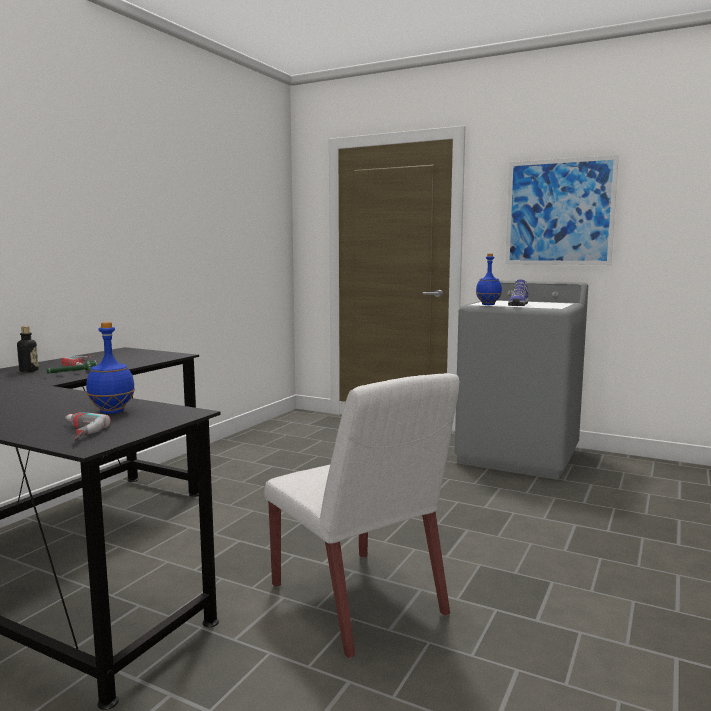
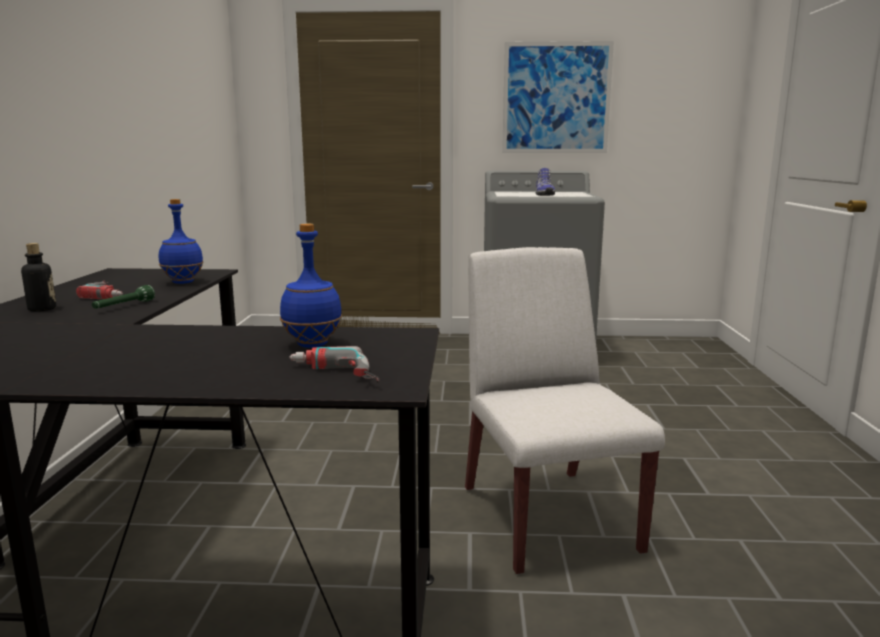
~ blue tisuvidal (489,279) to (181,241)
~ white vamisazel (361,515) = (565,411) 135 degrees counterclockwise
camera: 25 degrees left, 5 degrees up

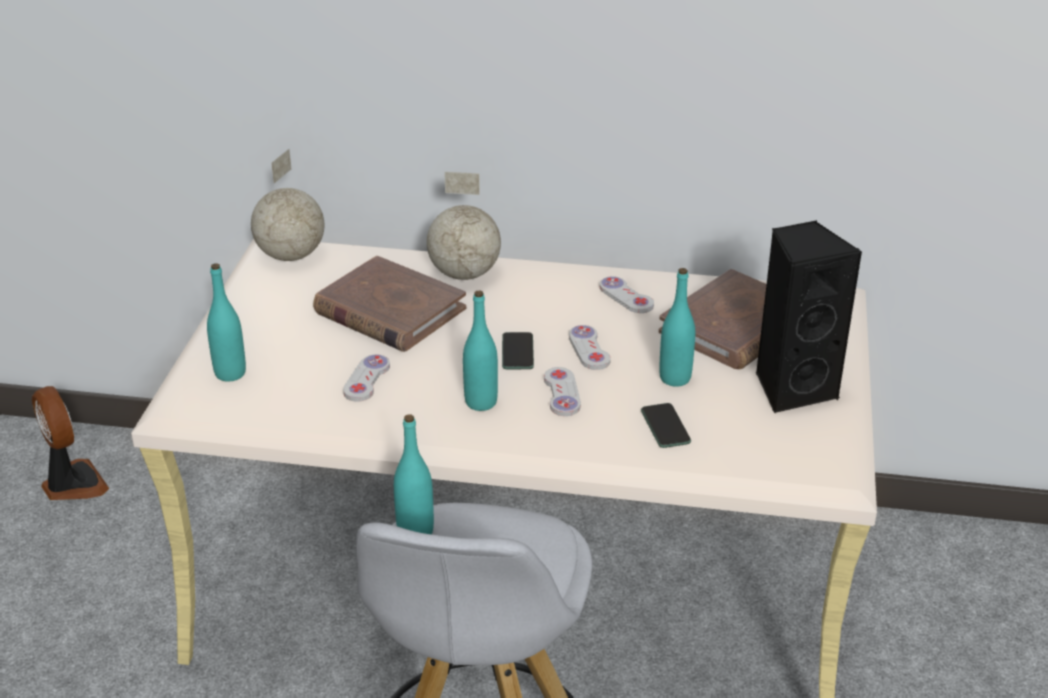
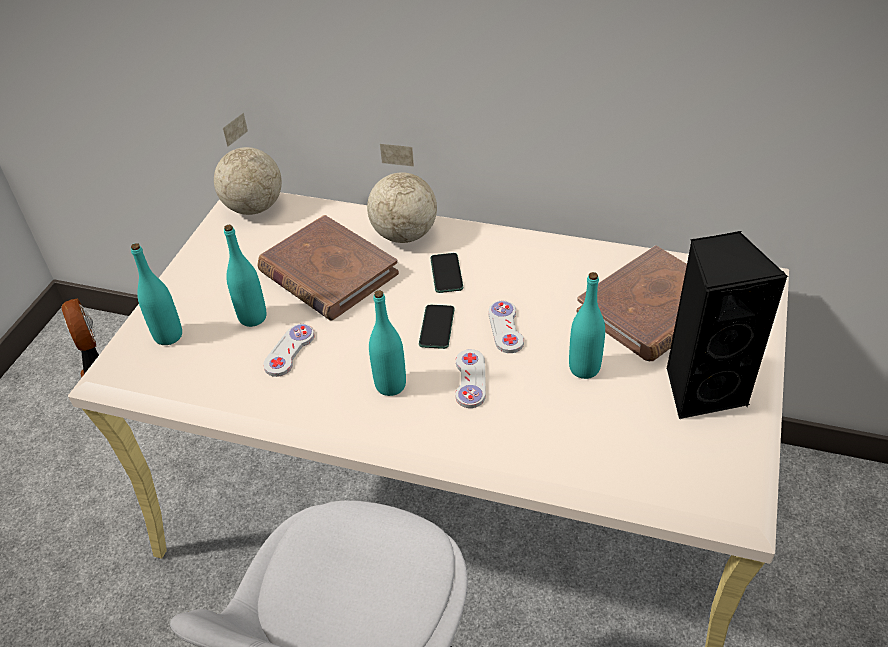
- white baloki (627,294)
~ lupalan (666,425) to (446,273)
~ turquoise tisuvidal (414,474) to (245,276)
camera: 10 degrees right, 10 degrees up

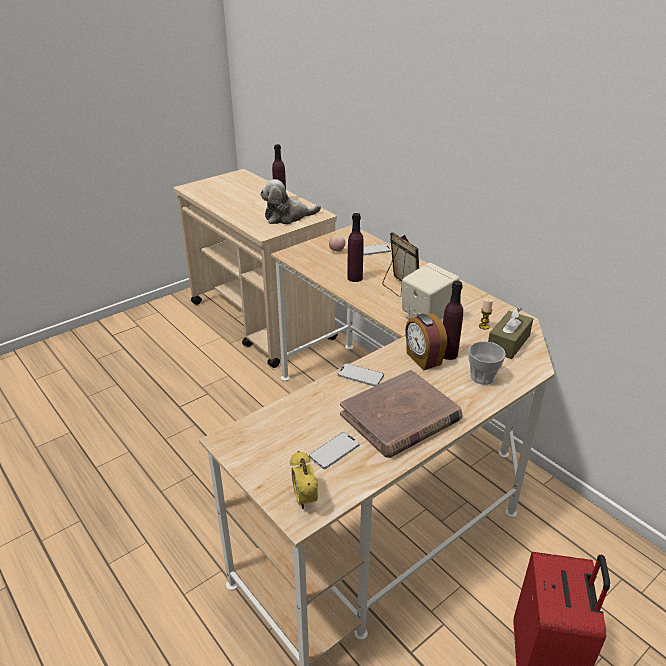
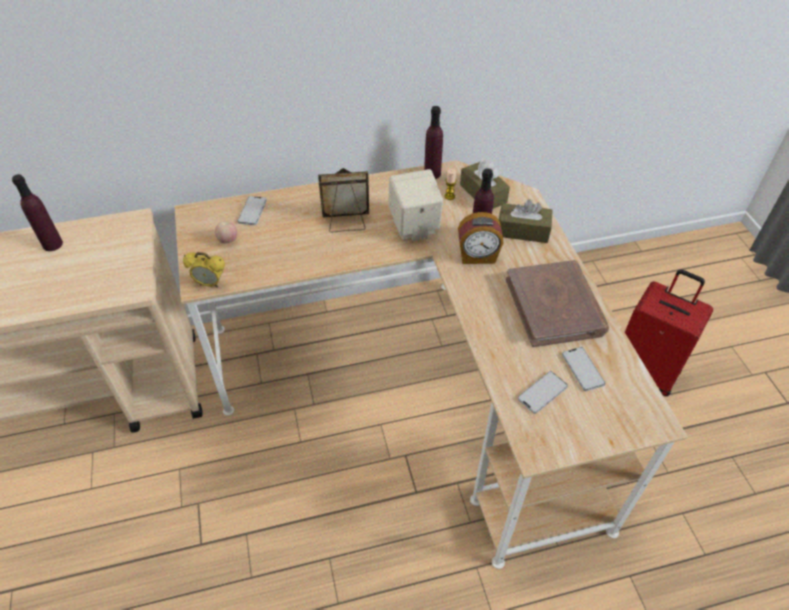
- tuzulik (290,201)
~ purple tisuvidal (355,247) to (433,142)
~ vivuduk (487,363) to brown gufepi (526,221)
~ lupalan (361,374) to (543,392)
~ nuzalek (304,480) to (204,270)
camera: 65 degrees left, 15 degrees up

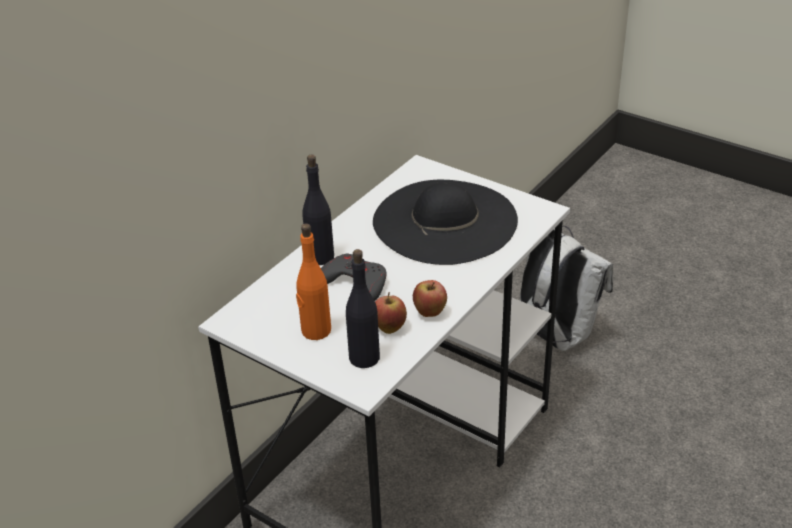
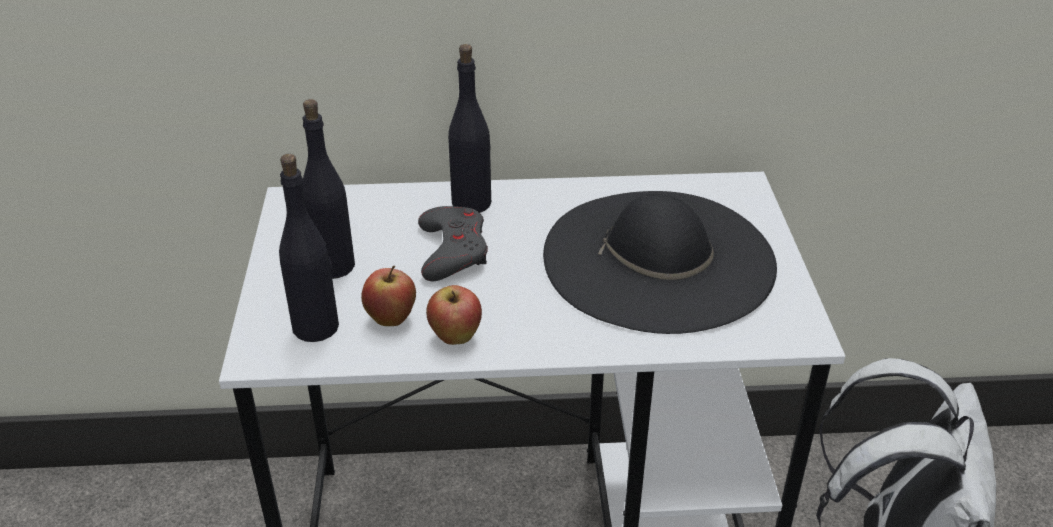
~ orange tisuvidal (313,281) to black tisuvidal (328,189)
camera: 50 degrees right, 0 degrees up

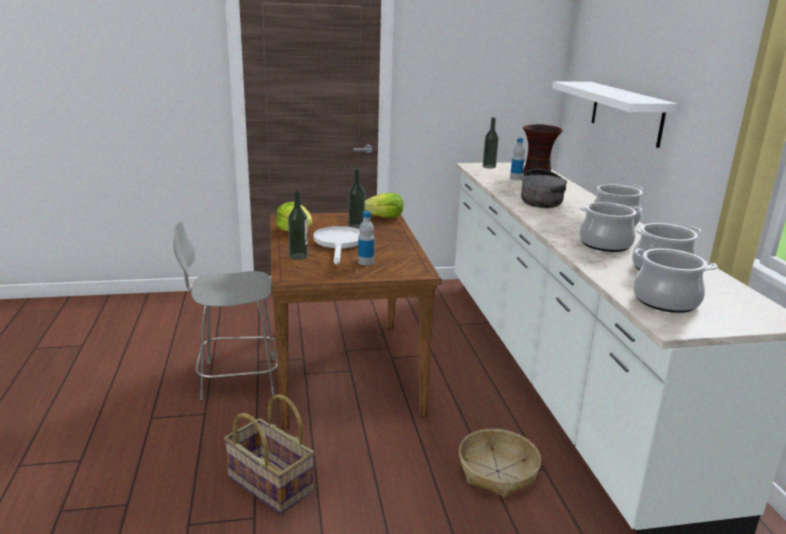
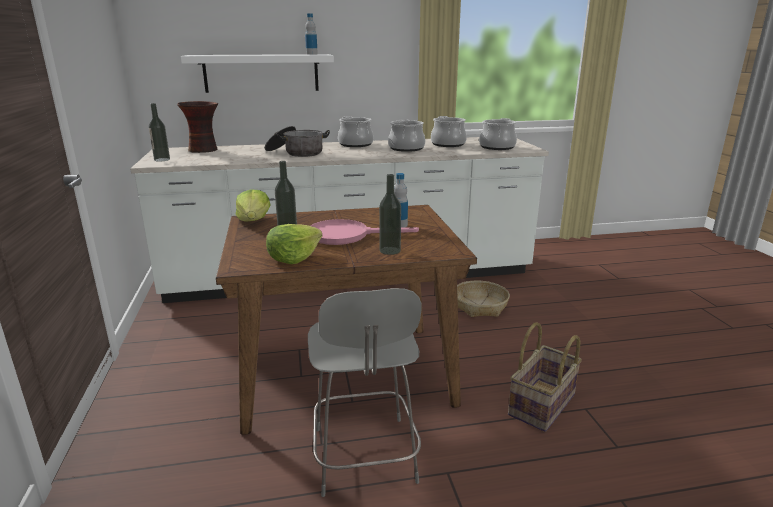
~ tisuvidal (517,159) to (311,34)
~ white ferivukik (336,245) to pink ferivukik (365,232)
camera: 90 degrees left, 0 degrees up

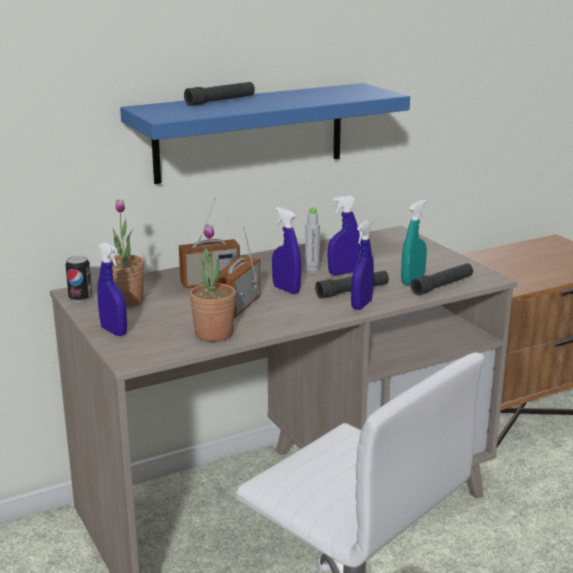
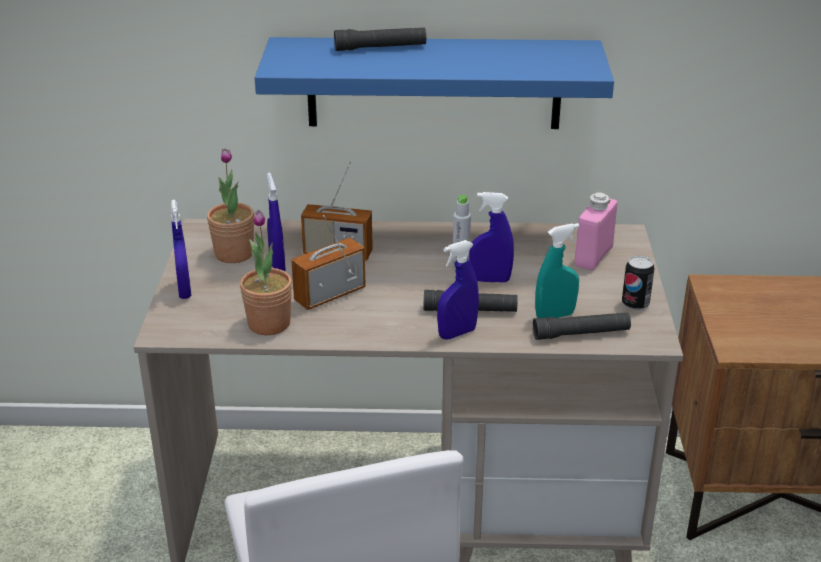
~ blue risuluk (286,250) to (276,221)
~ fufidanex (78,279) to (638,283)
+ pink tisuvidal (596,231)
camera: 30 degrees right, 10 degrees up

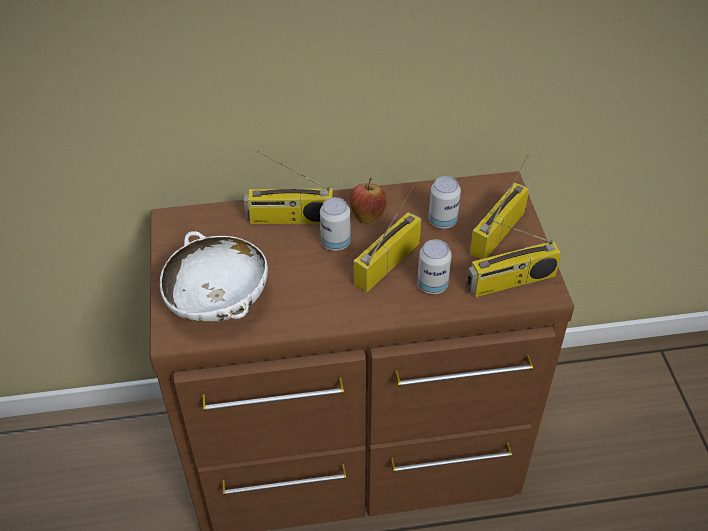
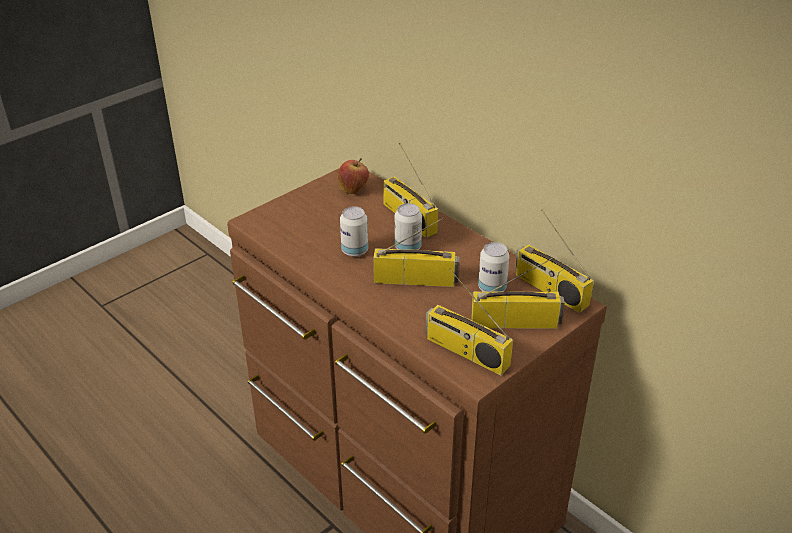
~ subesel (368,201) to (353,176)
- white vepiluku (214,276)
~ fufidanex (434,266) to (354,231)
+ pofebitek (554,261)
camera: 55 degrees right, 10 degrees down

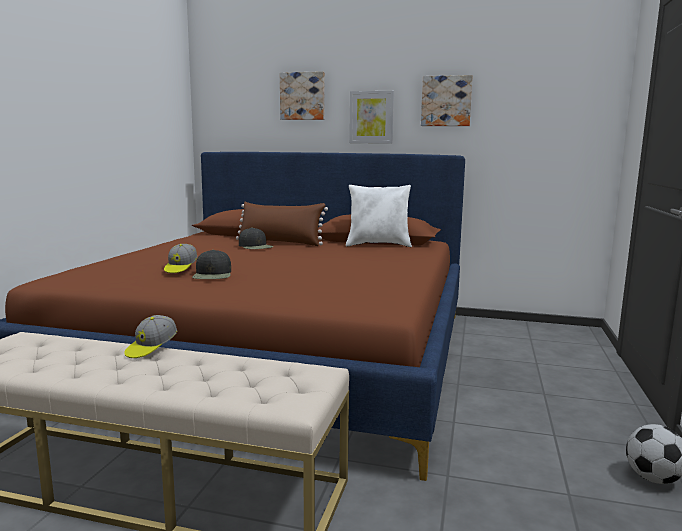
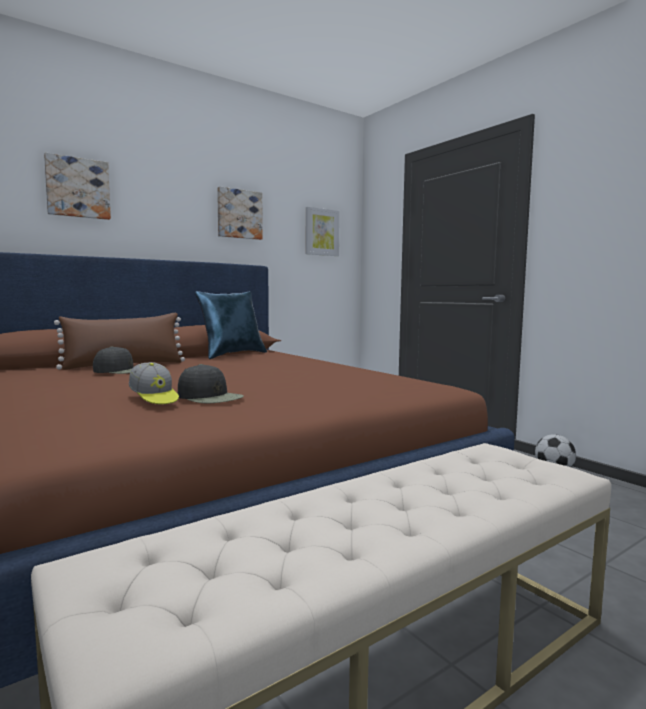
~ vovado (371,117) to (323,231)
~ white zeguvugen (379,216) to blue zeguvugen (231,325)
- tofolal (150,336)
camera: 50 degrees left, 5 degrees down

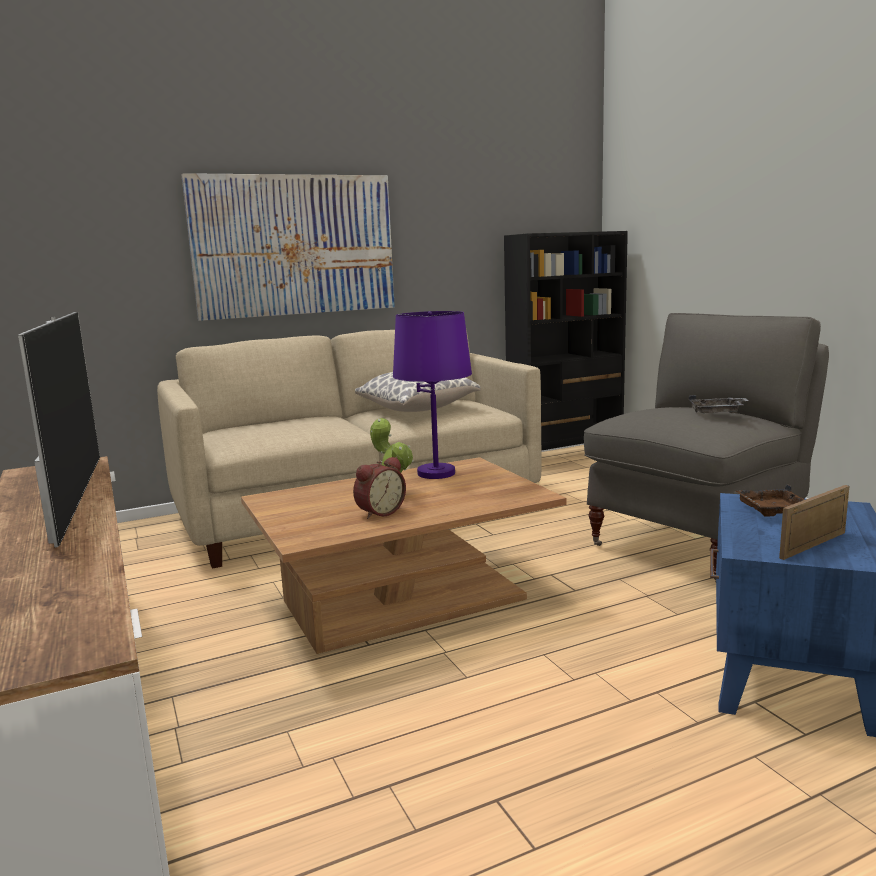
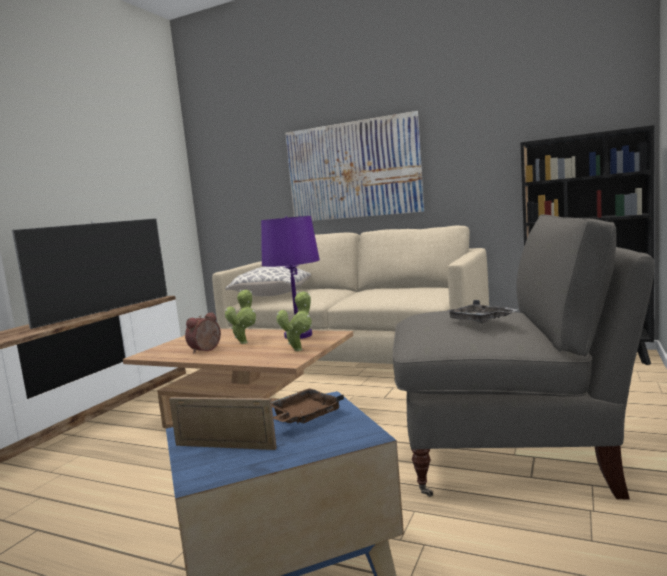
~ zeguvugen (418,392) to (268,281)
~ nuzalek (379,488) = (203,332) 120 degrees clockwise
+ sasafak (294,321)
camera: 50 degrees right, 5 degrees down

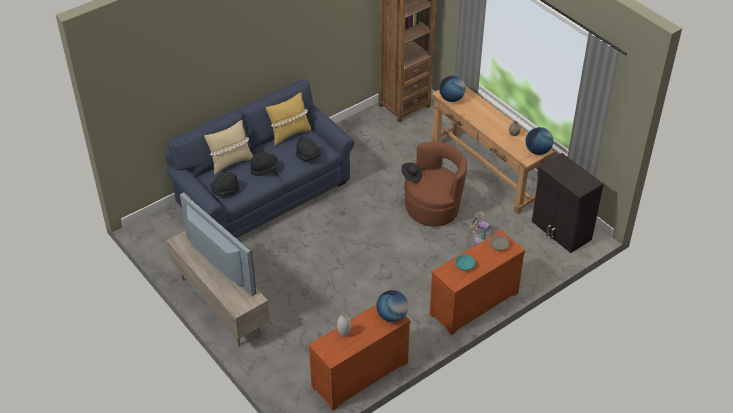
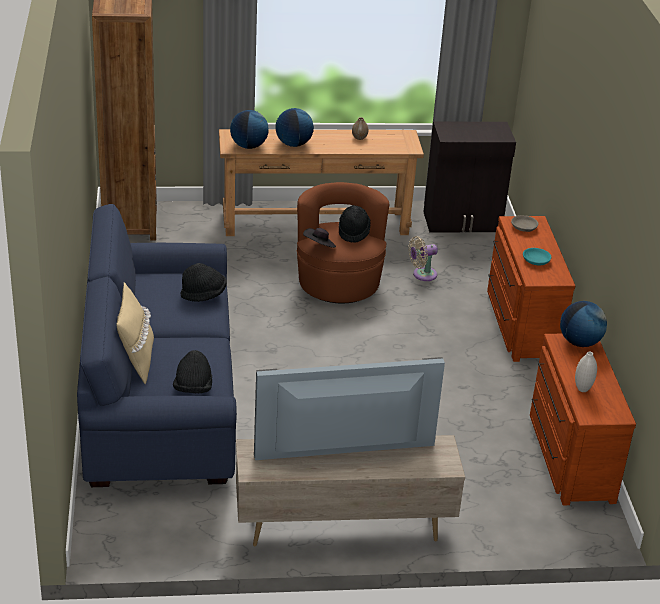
- yellow zeguvugen (288,119)
~ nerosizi (539,141) to (294,127)
~ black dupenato (264,164) to (354,224)
camera: 60 degrees left, 10 degrees down

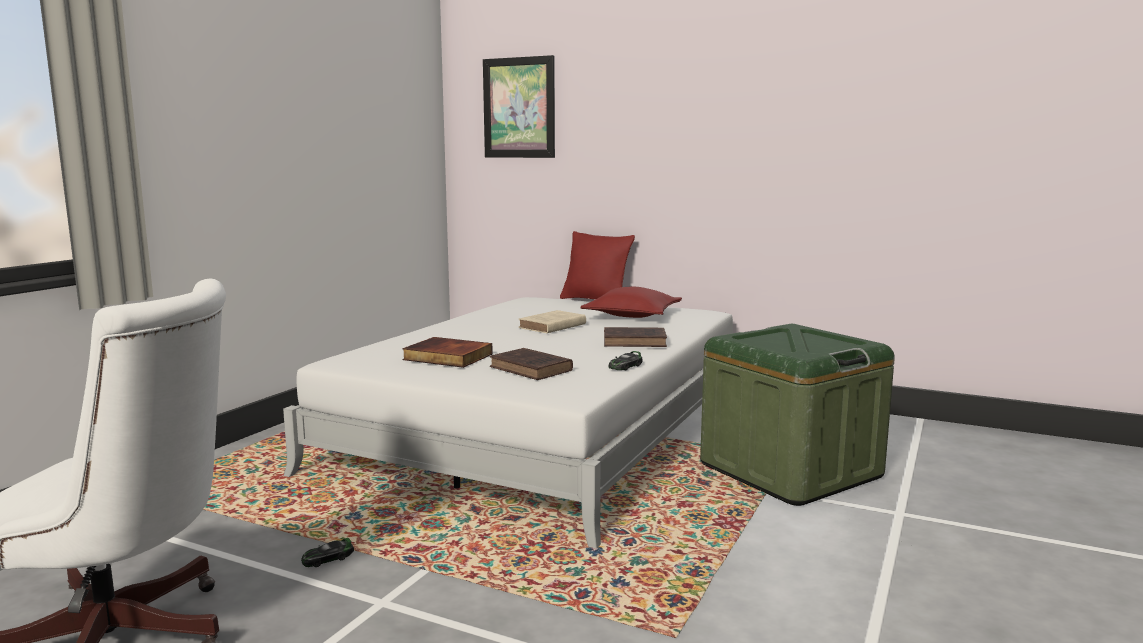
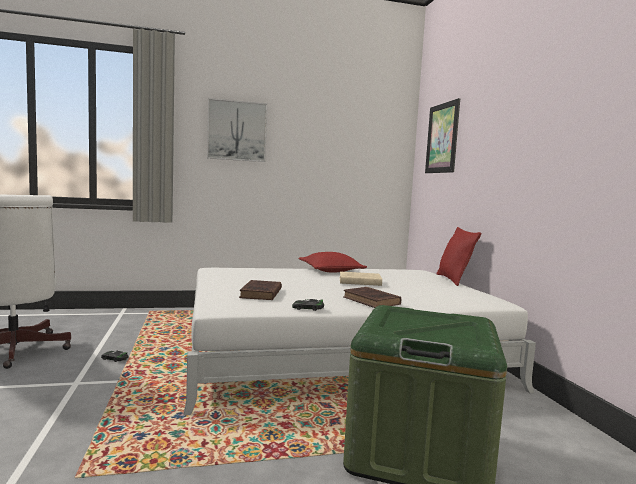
~ red zeguvugen (631,302) to (332,262)
- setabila (447,352)
+ vovado (237,130)
camera: 50 degrees right, 5 degrees down

